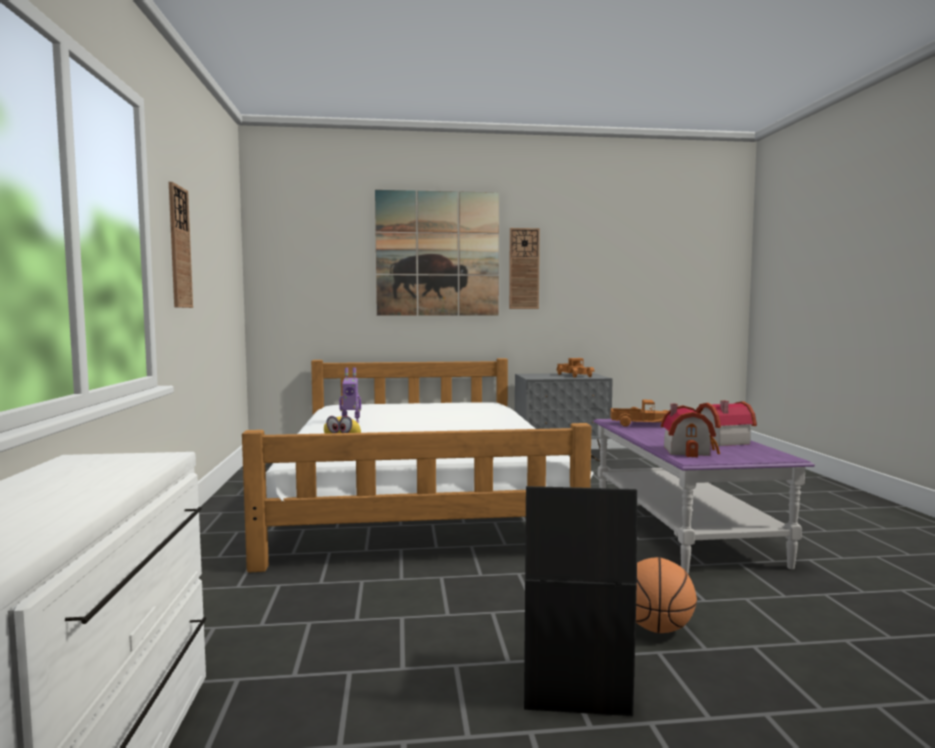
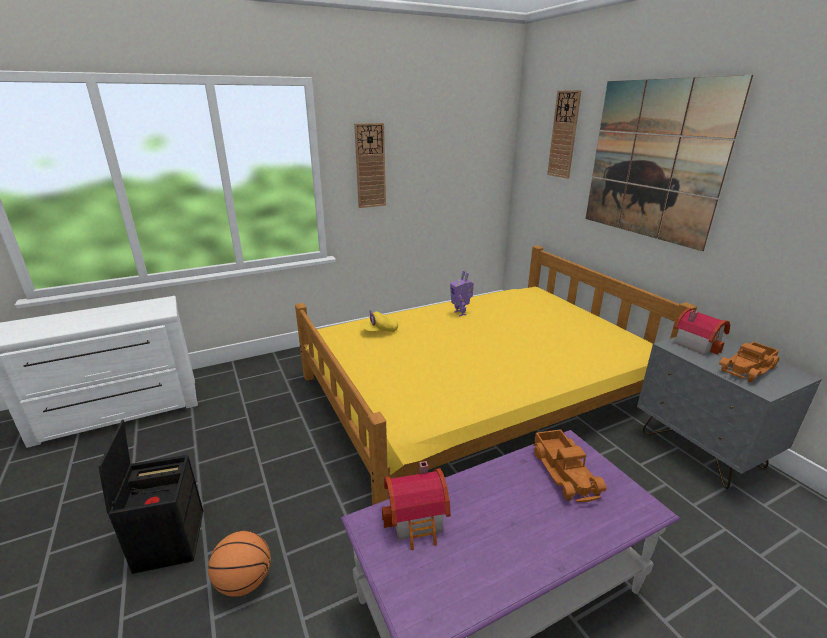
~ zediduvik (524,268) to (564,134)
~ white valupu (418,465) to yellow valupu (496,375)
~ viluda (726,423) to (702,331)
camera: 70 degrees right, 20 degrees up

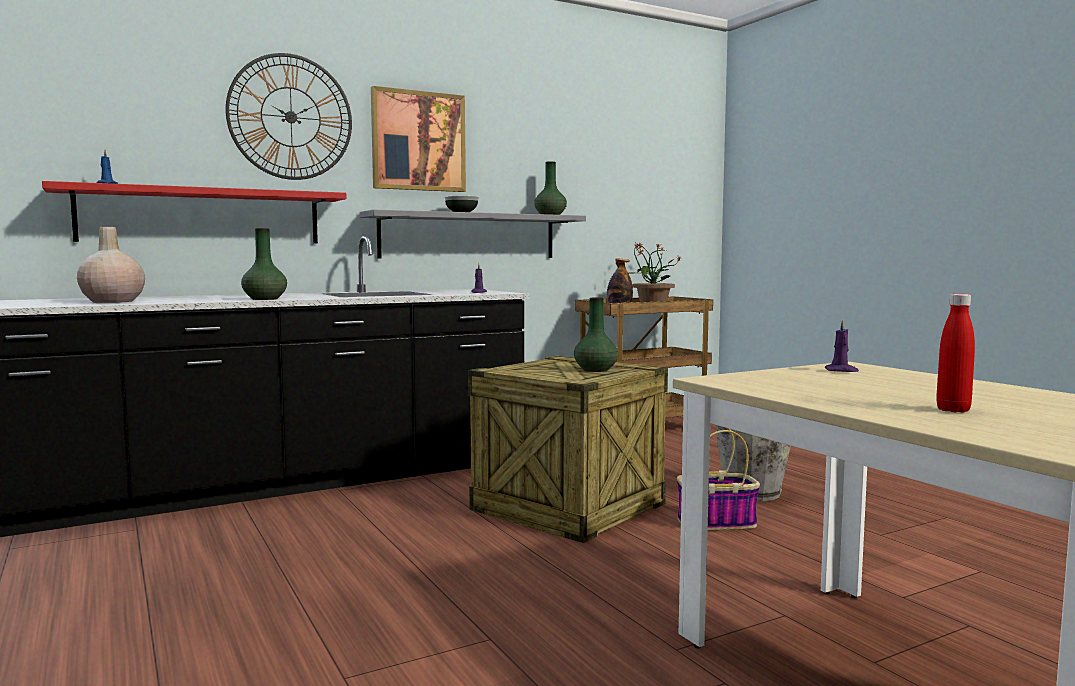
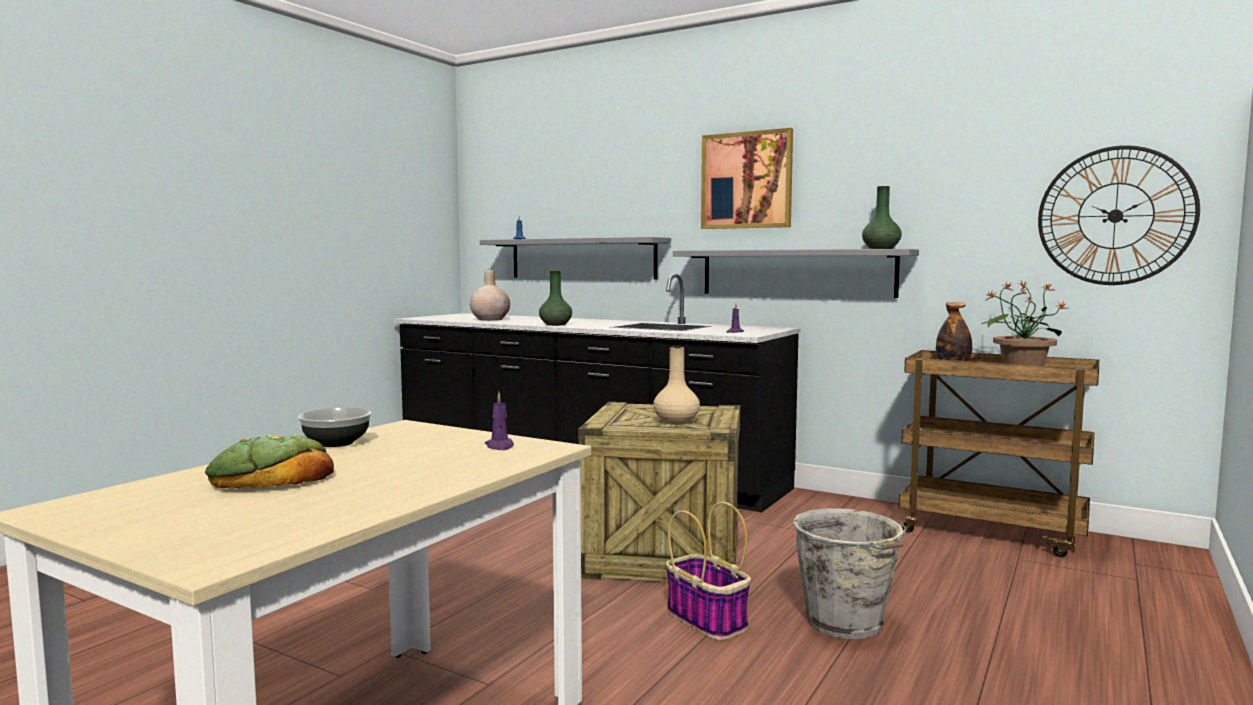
~ zediduvik (288,116) to (1119,215)
~ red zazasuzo (194,212) to grey zazasuzo (575,258)
~ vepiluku (461,204) to (334,427)
~ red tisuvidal (955,353) to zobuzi (269,461)
~ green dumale (596,335) to beige dumale (676,386)
camera: 60 degrees right, 0 degrees up

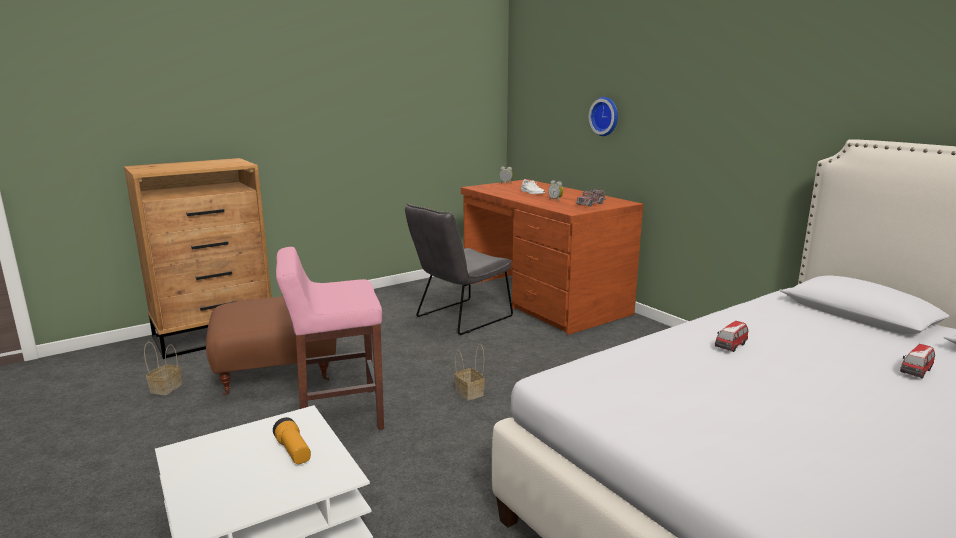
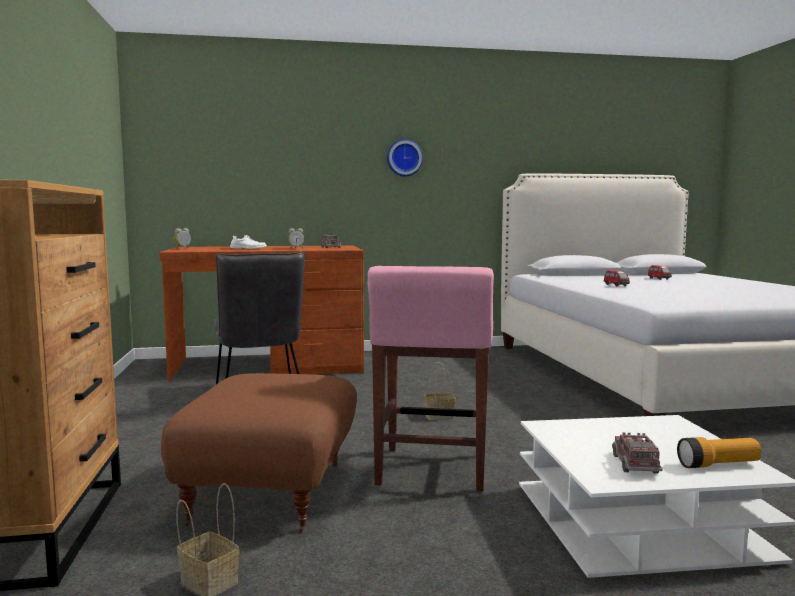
~ zediduvik (603,116) to (405,158)
~ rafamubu (292,440) to (719,452)
+ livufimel (637,453)
camera: 65 degrees left, 10 degrees down

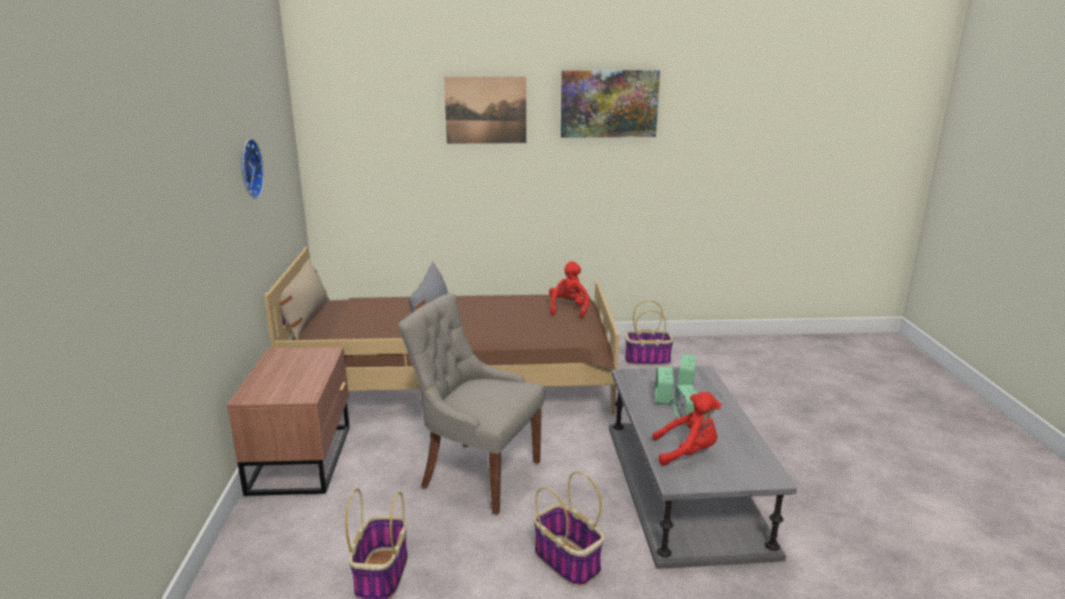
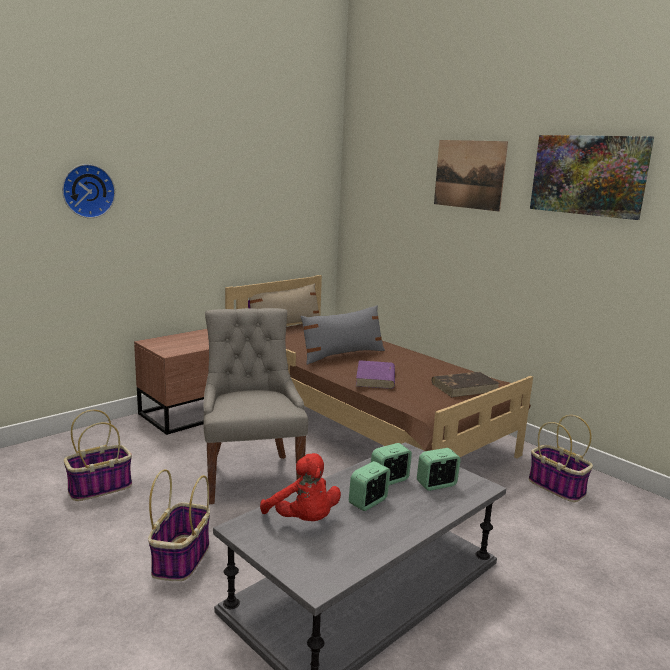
~ zediduvik (253,169) to (88,191)
~ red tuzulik (569,290) to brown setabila (466,384)
+ purple setabila (375,374)
camera: 50 degrees right, 5 degrees down

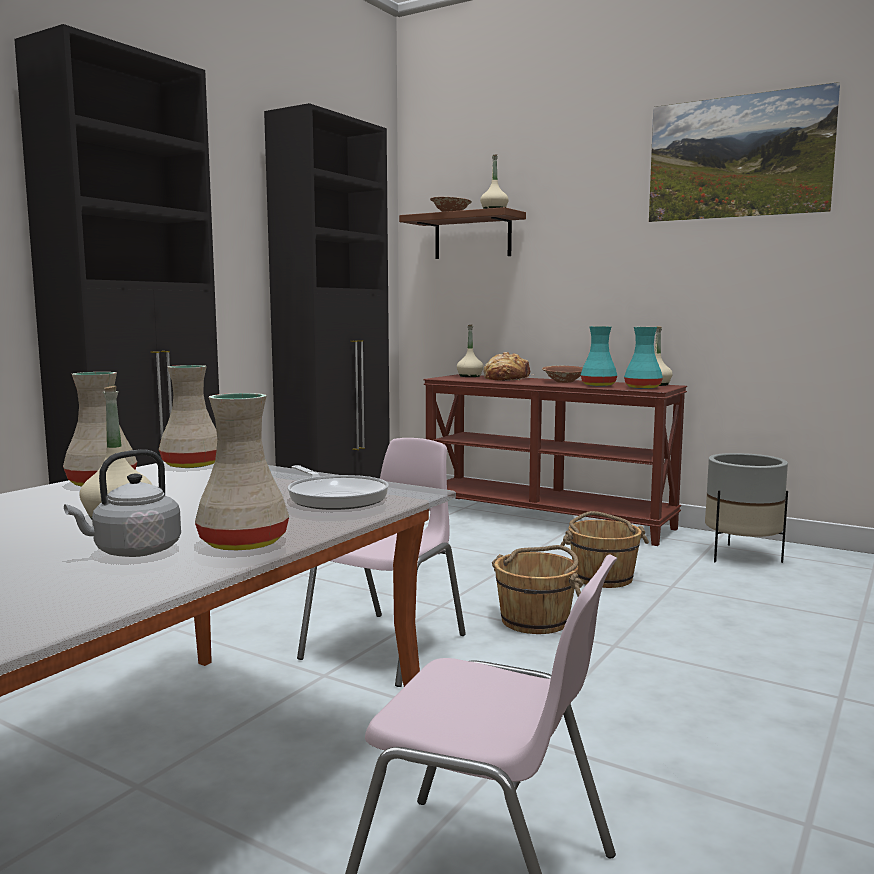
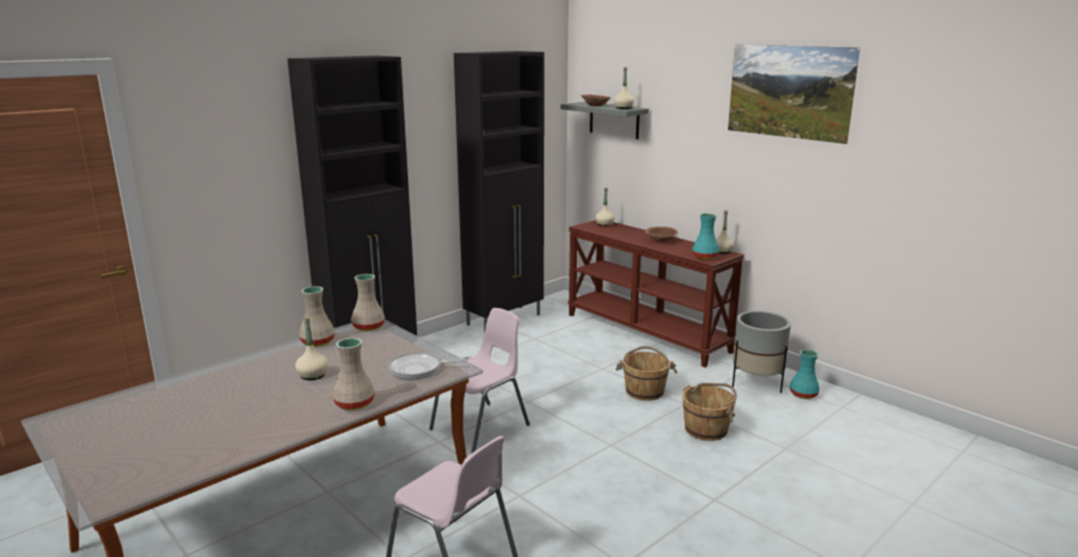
~ brown zazasuzo (462,233) to grey zazasuzo (605,120)
~ turquoise dumale (599,356) to (805,374)
- zobuzi (508,366)
- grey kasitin (122,503)
~ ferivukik (338,487) = (428,365) 105 degrees clockwise
~ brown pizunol (538,589) to (709,412)
camera: 15 degrees right, 10 degrees up

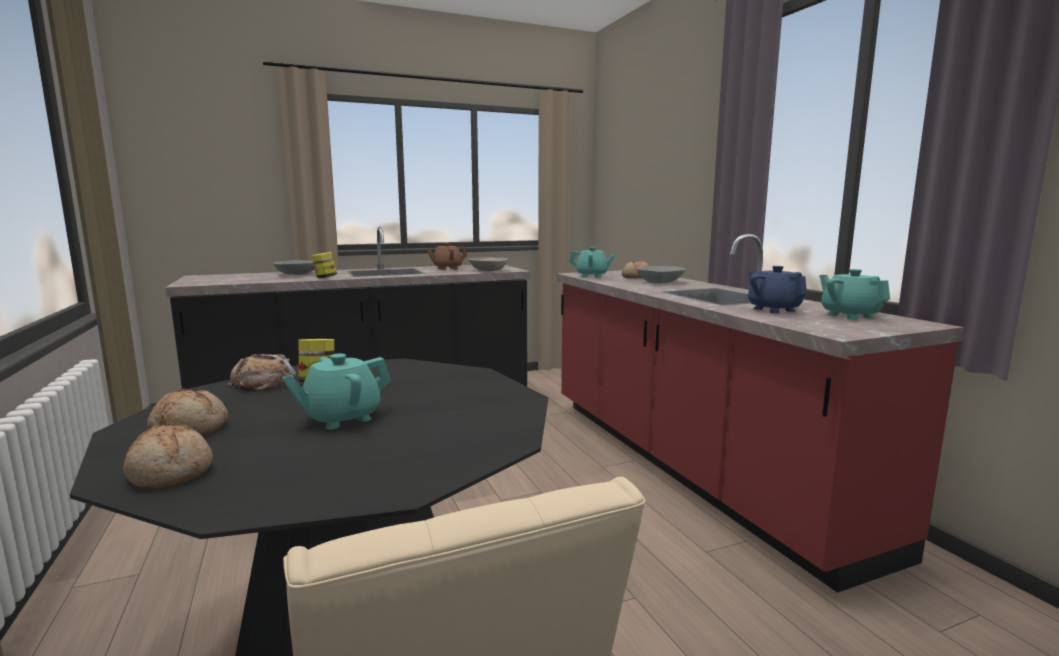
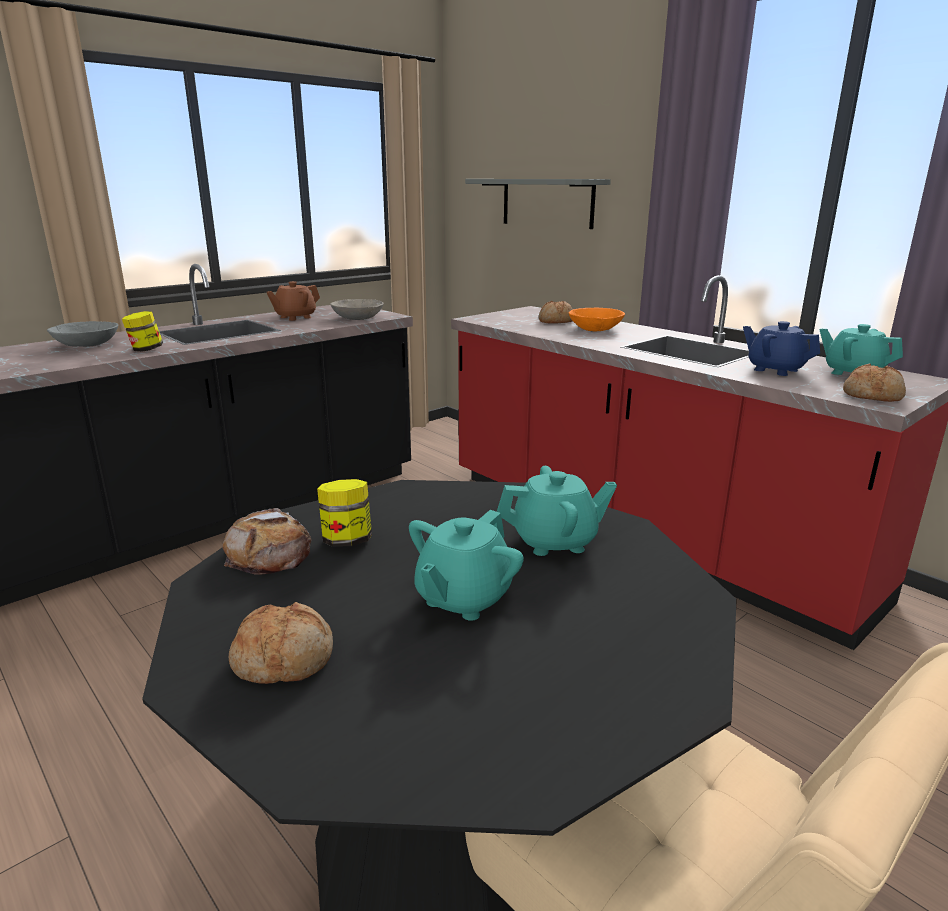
~ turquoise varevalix (592,262) to (557,511)
~ grey vepiluku (661,274) to orange vepiluku (597,320)
~ zobuzi (168,455) to (874,383)
+ grey zazasuzo (538,204)
camera: 20 degrees left, 10 degrees up

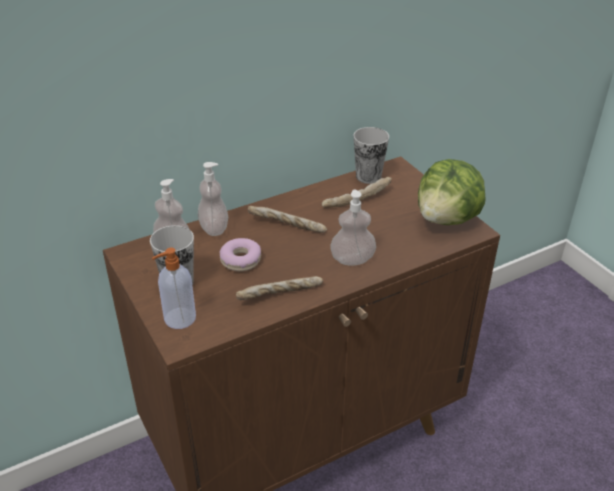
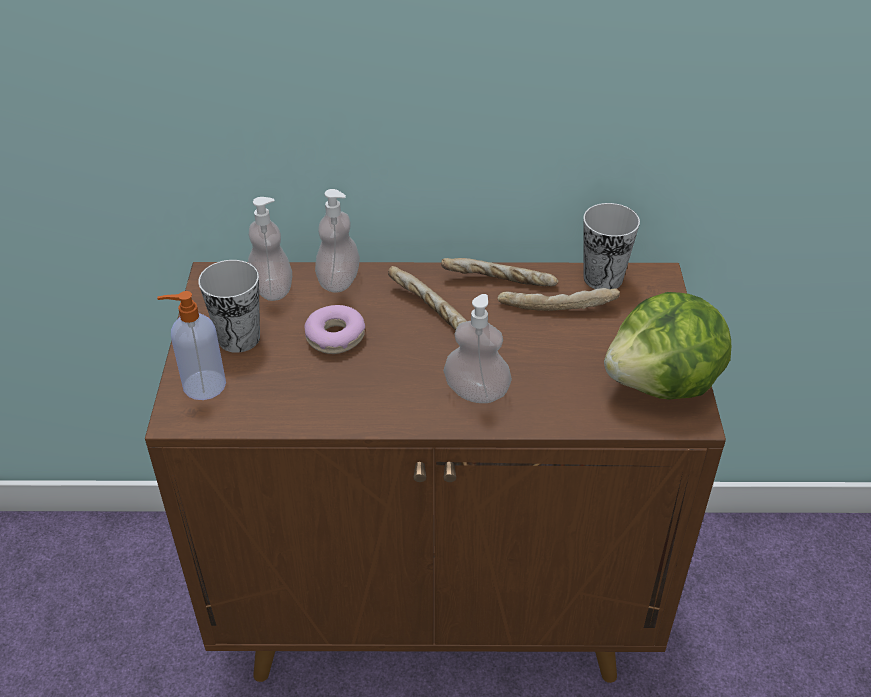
~ zobuzi (280,288) to (499,272)
camera: 30 degrees right, 5 degrees up

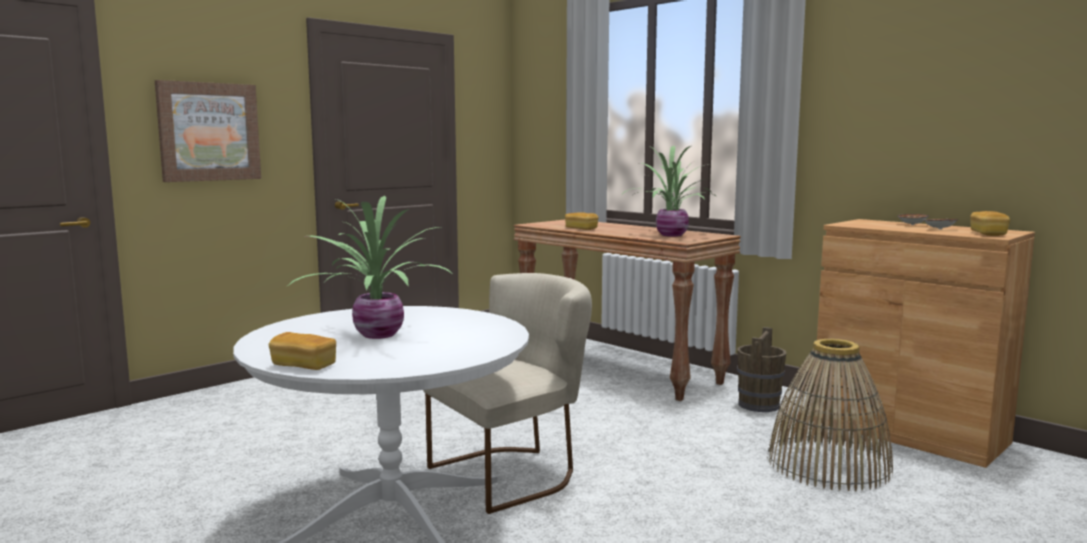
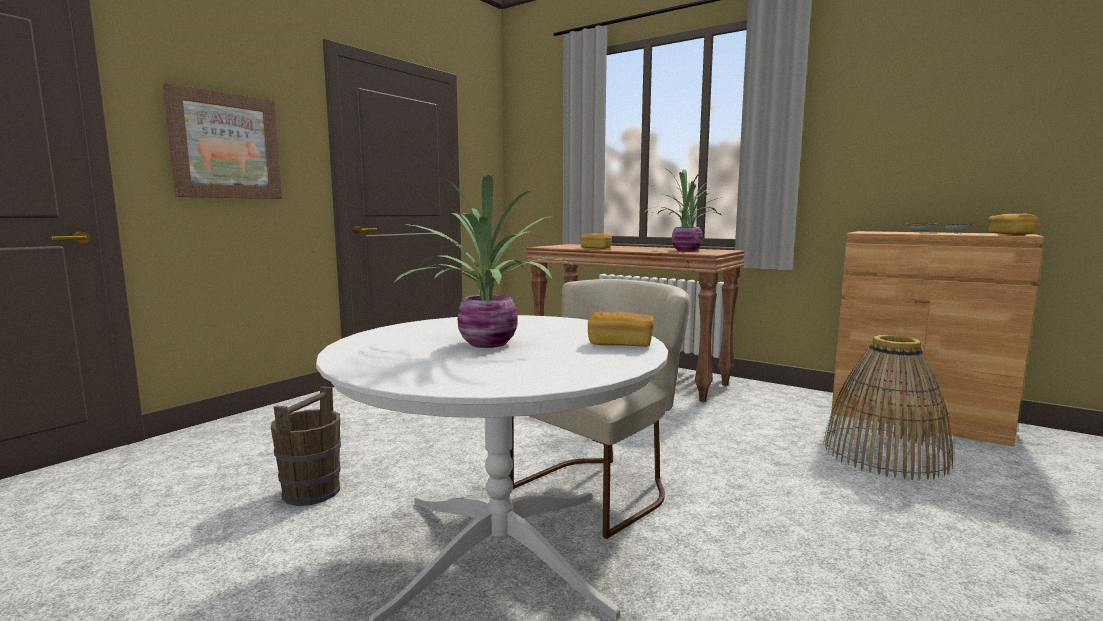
~ brown pizunol (761,369) to (306,446)
~ zobuzi (302,351) to (621,329)
camera: 10 degrees left, 0 degrees up

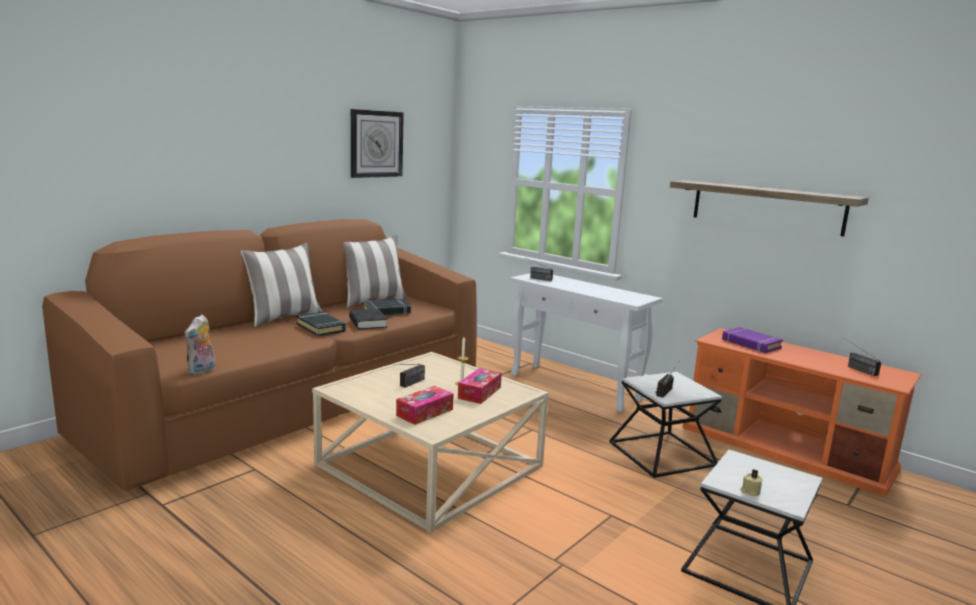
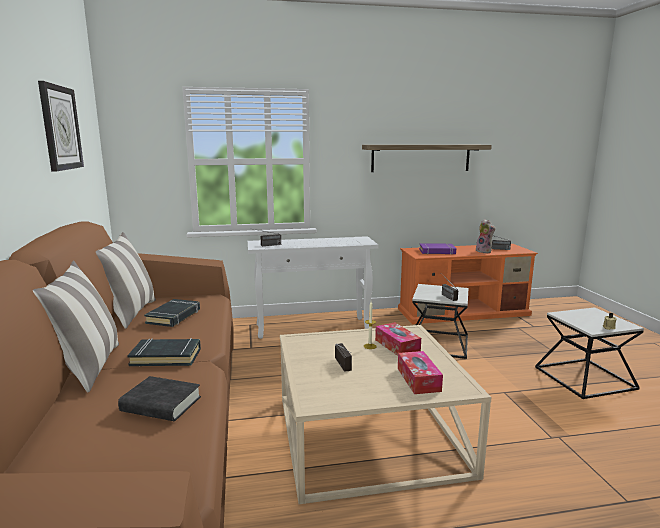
~ black setabila (368,319) to (159,398)
~ tuzulik (200,344) to (485,236)
camera: 50 degrees left, 0 degrees up

